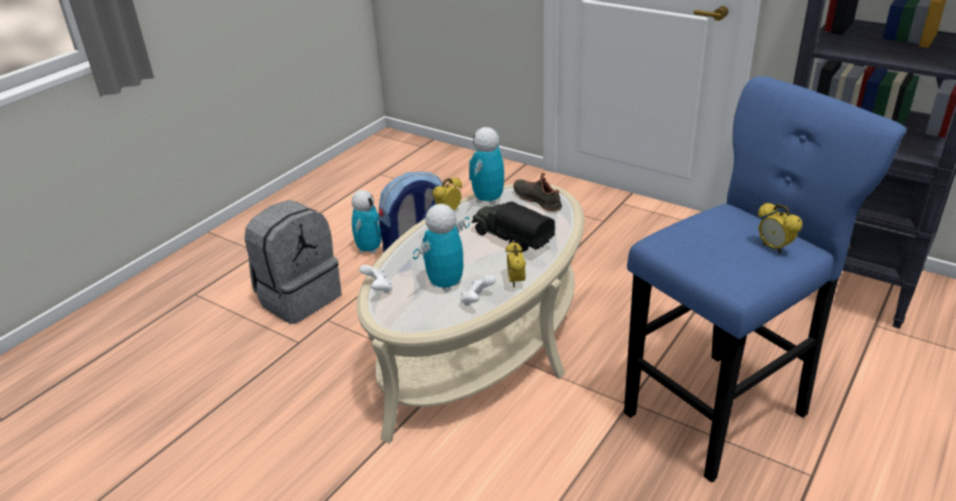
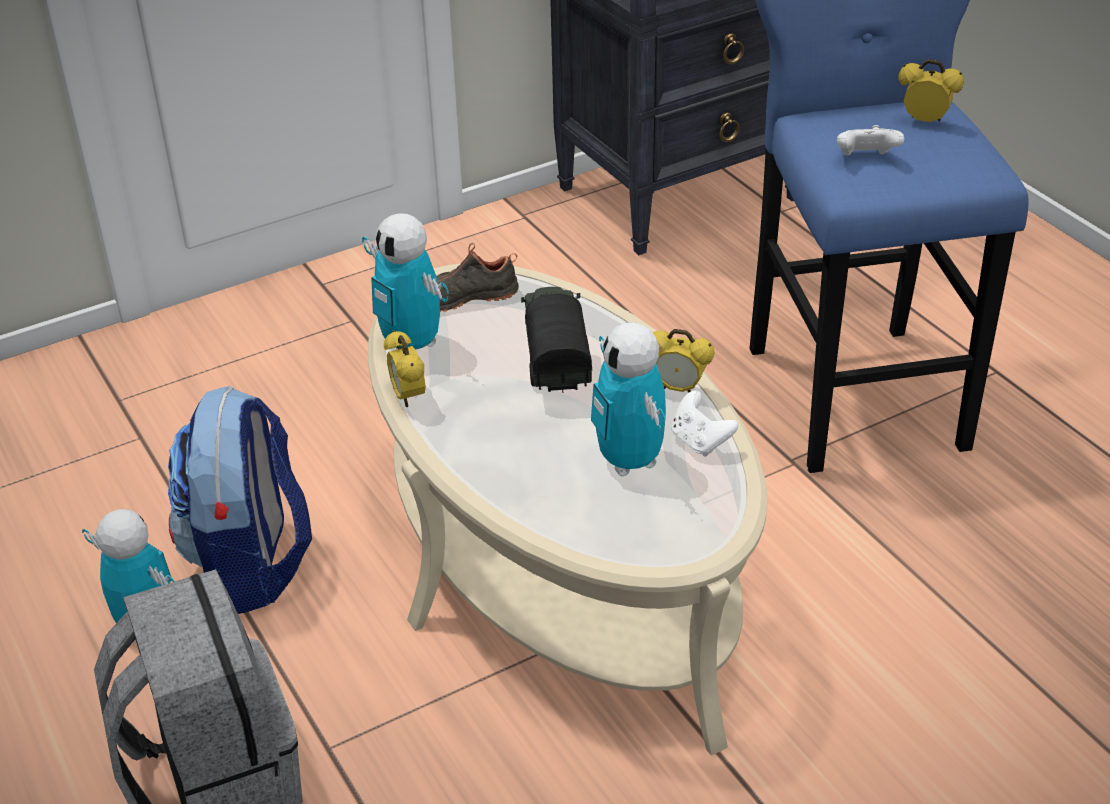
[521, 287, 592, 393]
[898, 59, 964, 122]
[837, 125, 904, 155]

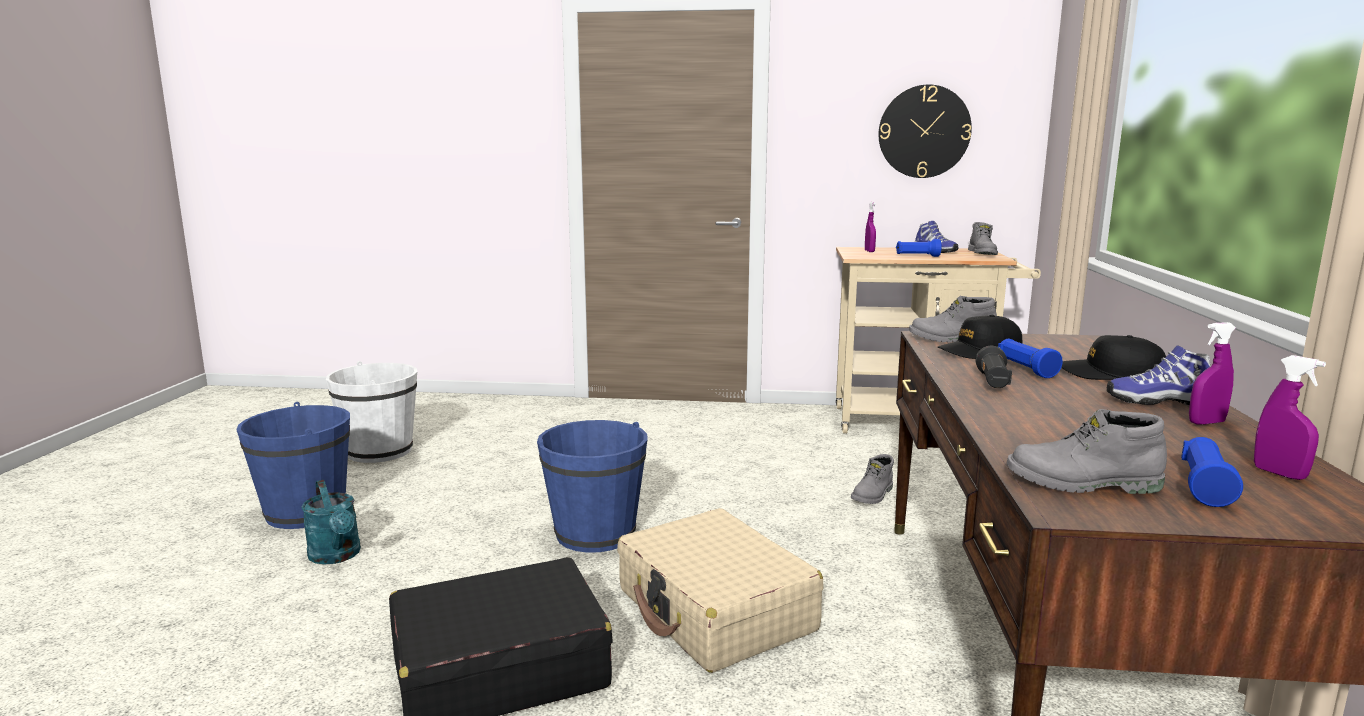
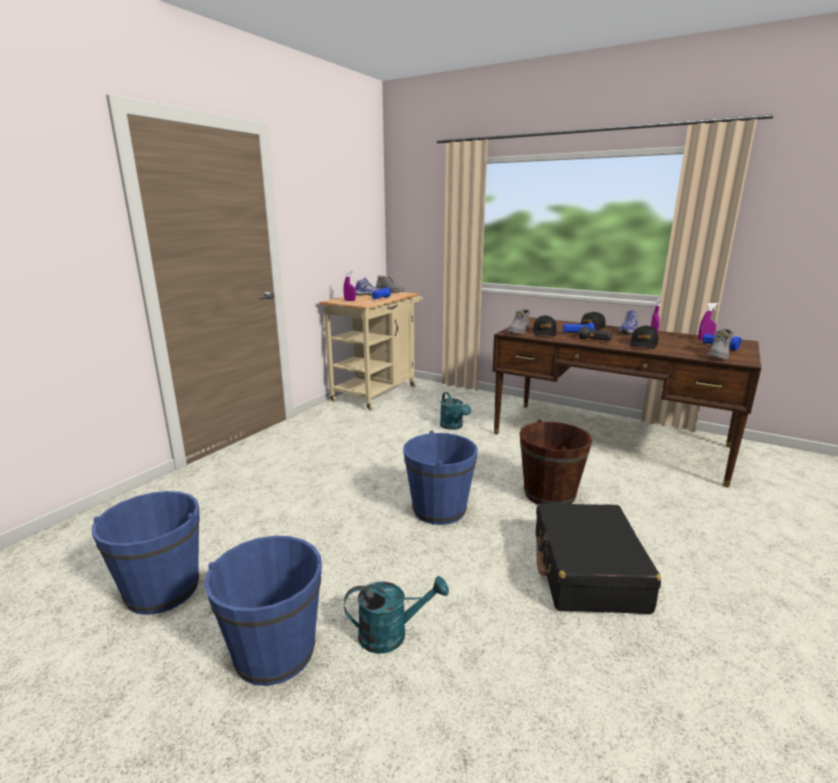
[879, 84, 972, 178] (first image)
[92, 491, 200, 615]
[440, 392, 471, 430]
[520, 419, 592, 504]
[630, 325, 658, 349]

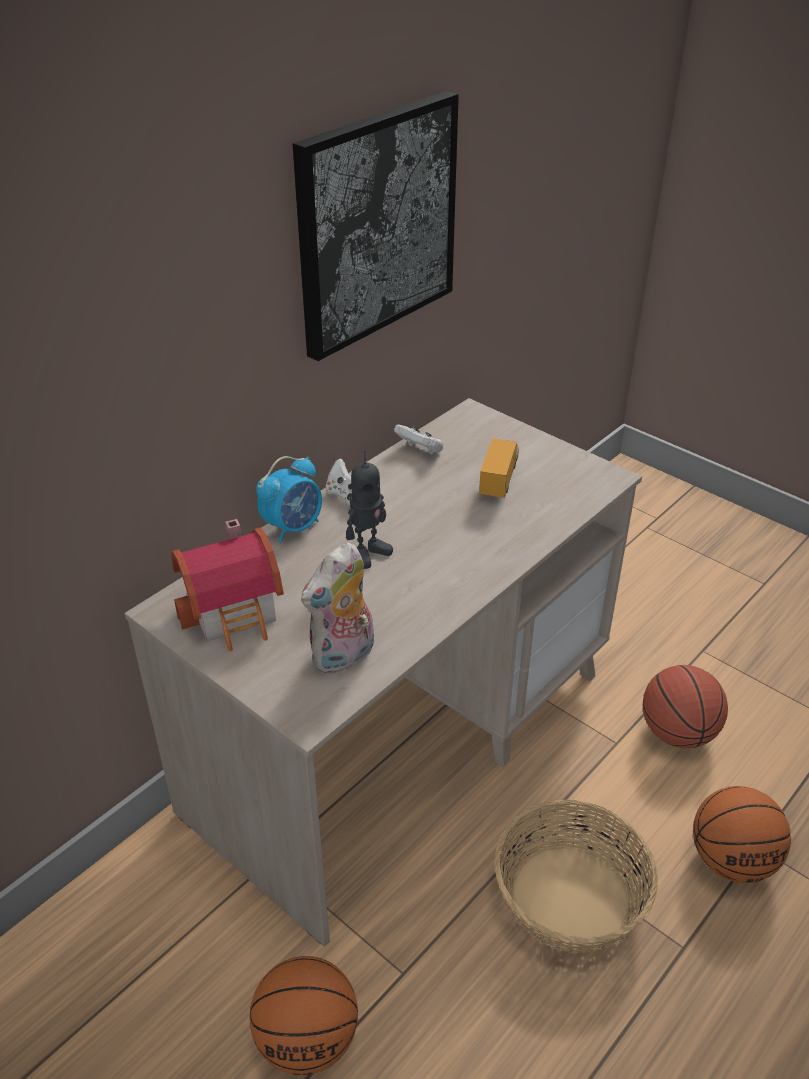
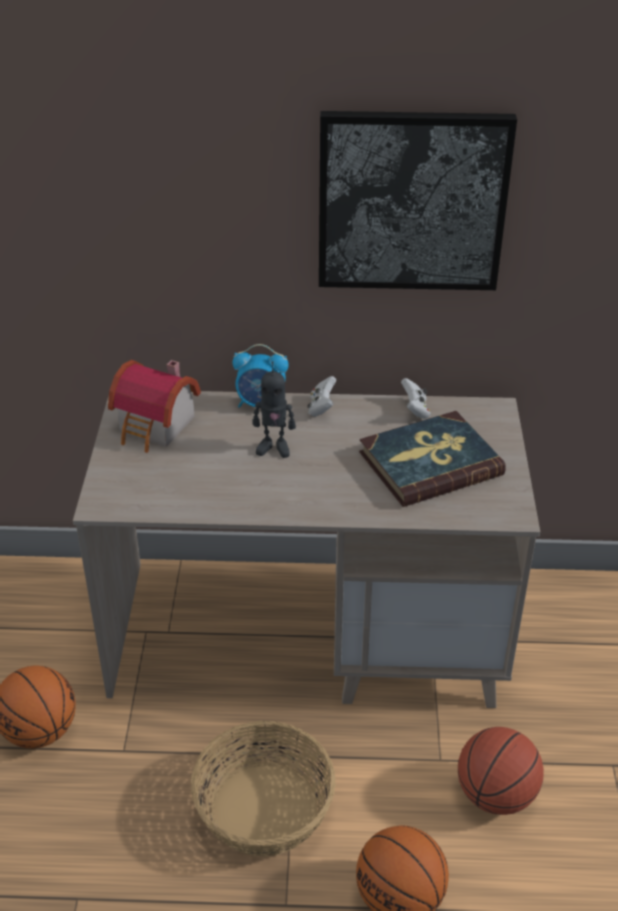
[359, 411, 506, 507]
[301, 543, 374, 674] (first image)

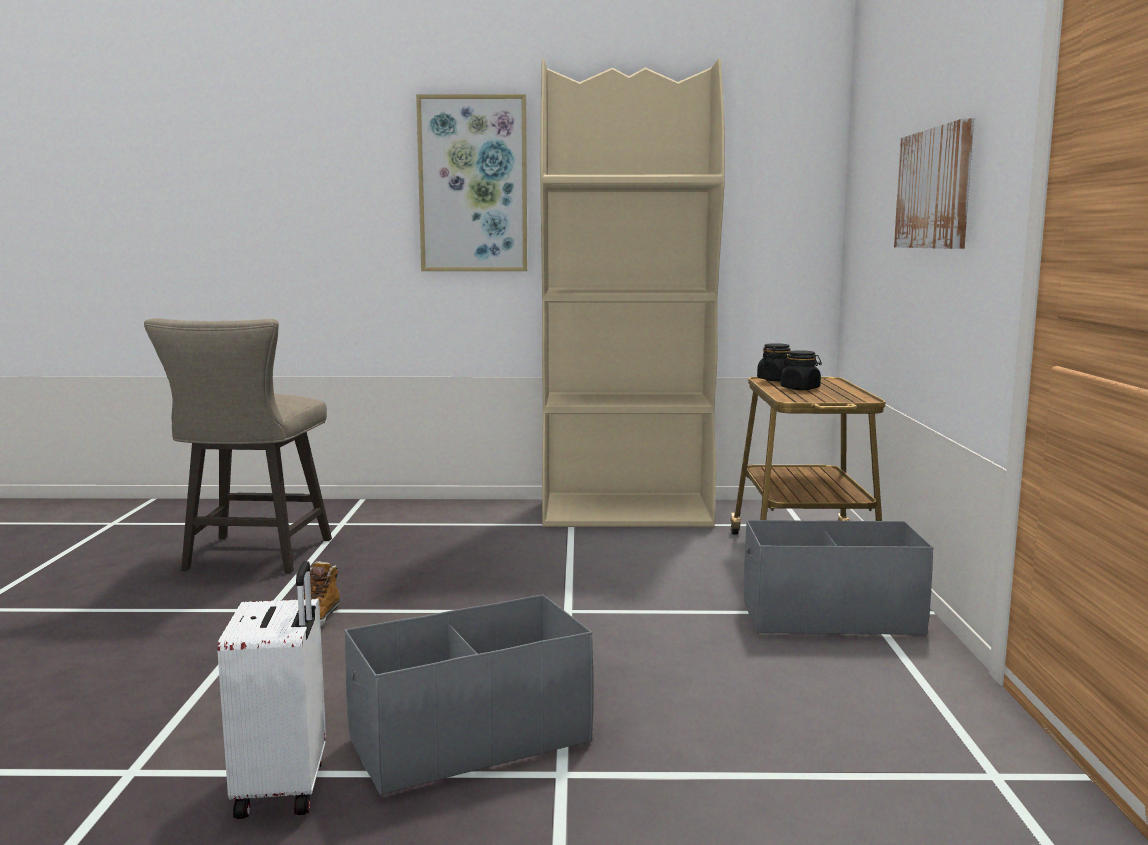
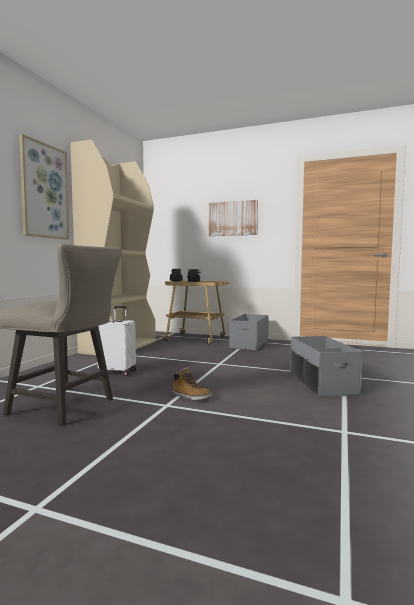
[97, 306, 136, 376]

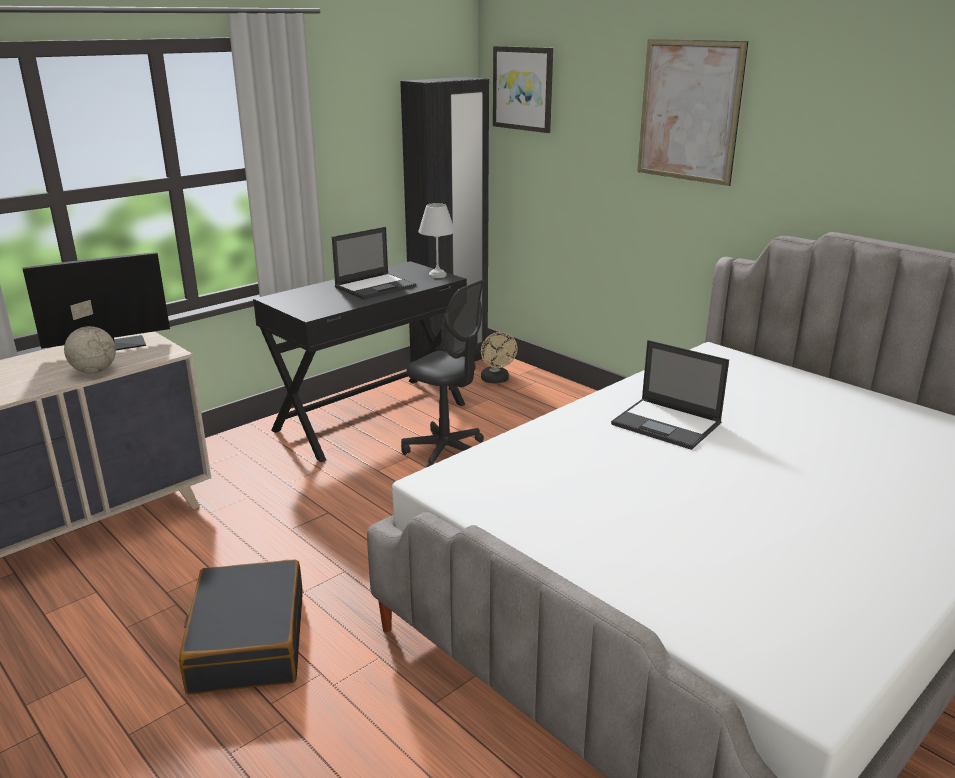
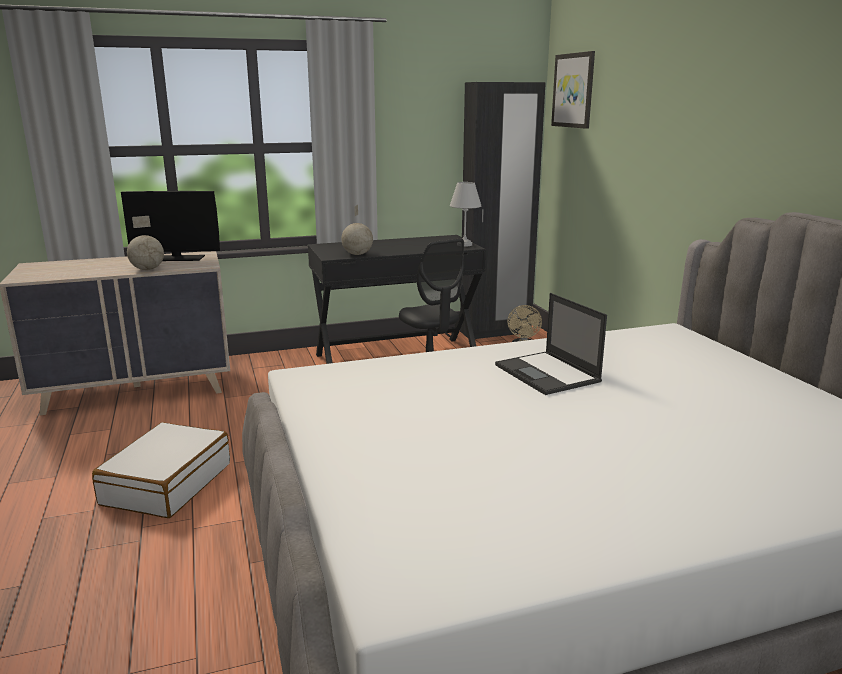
[637, 39, 748, 186] (first image)
[332, 227, 417, 299] (first image)
[92, 422, 230, 518]
[341, 205, 373, 255]

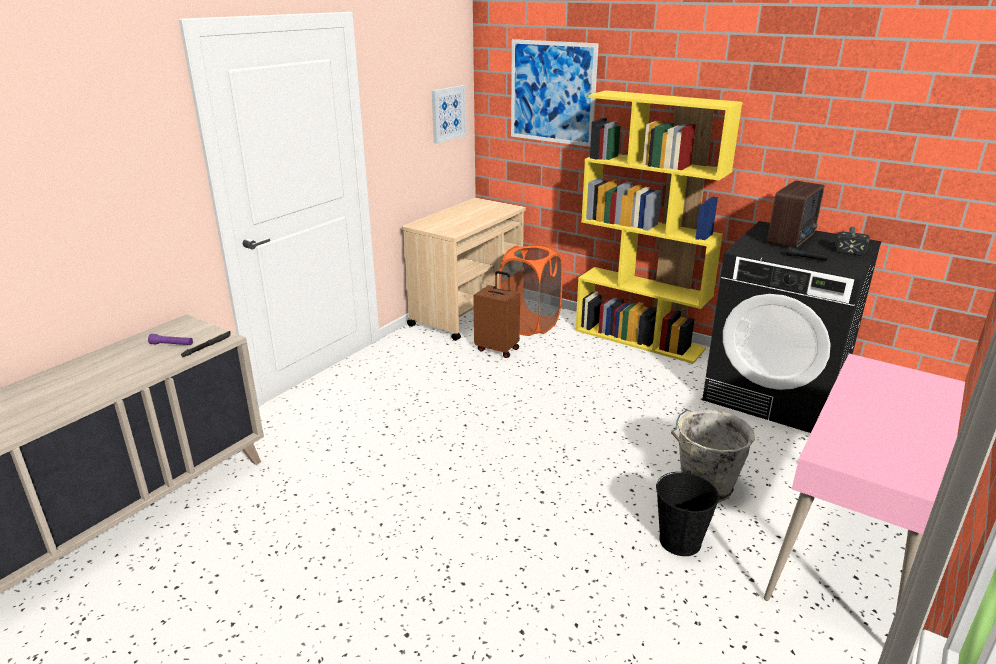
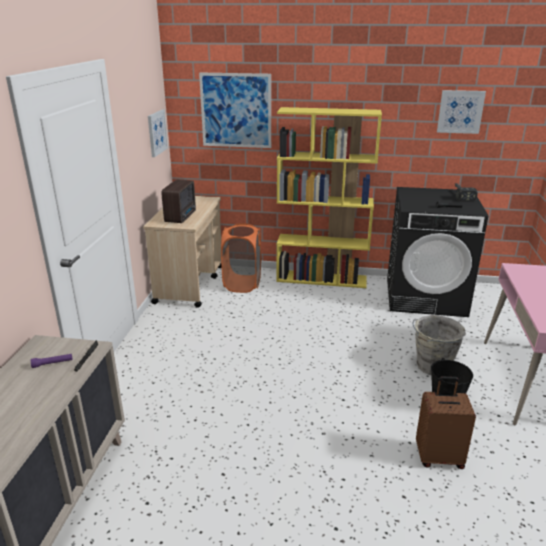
[161, 179, 196, 223]
[416, 376, 476, 469]
[437, 90, 486, 134]

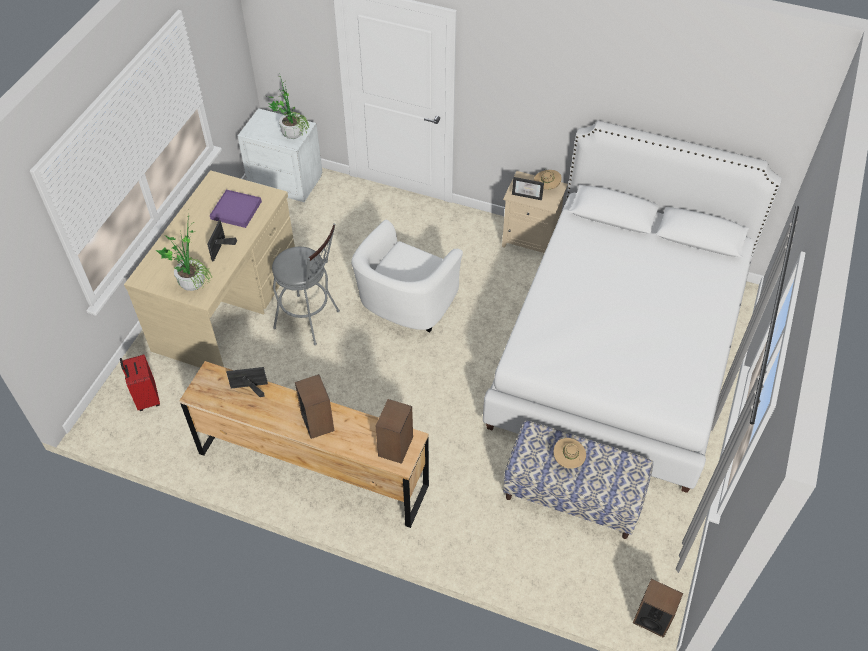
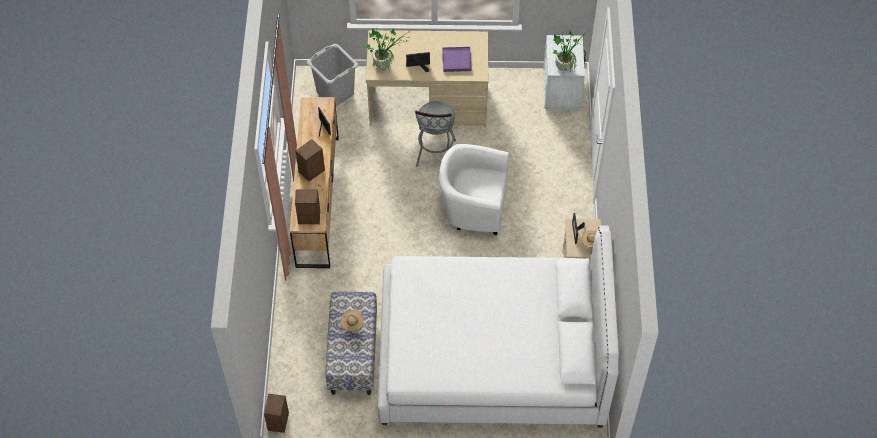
[307, 44, 358, 106]

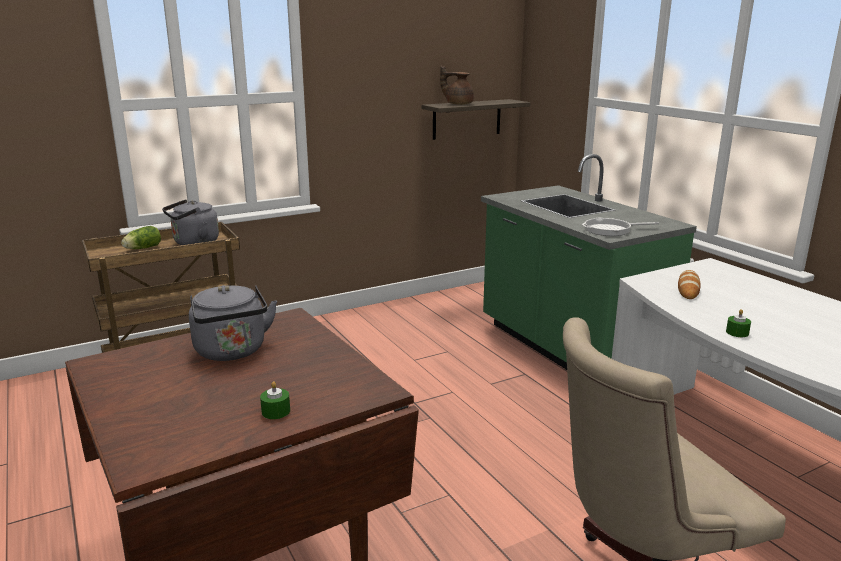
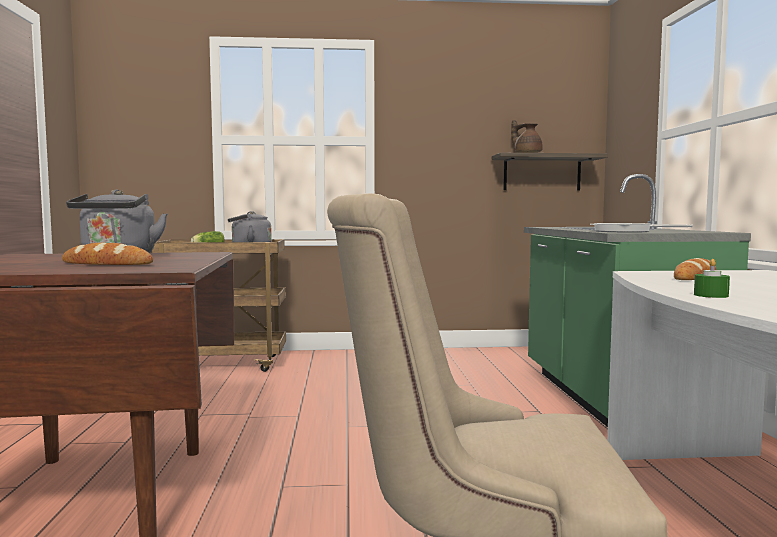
[260, 382, 290, 419] (first image)
[62, 243, 153, 265]

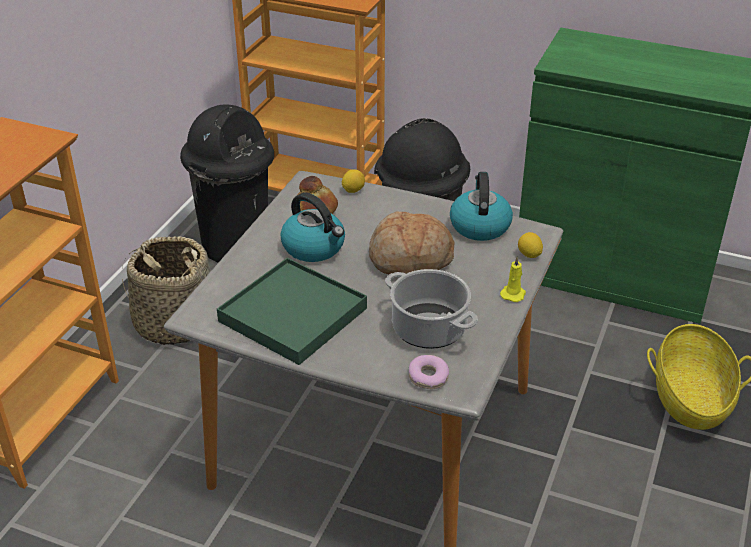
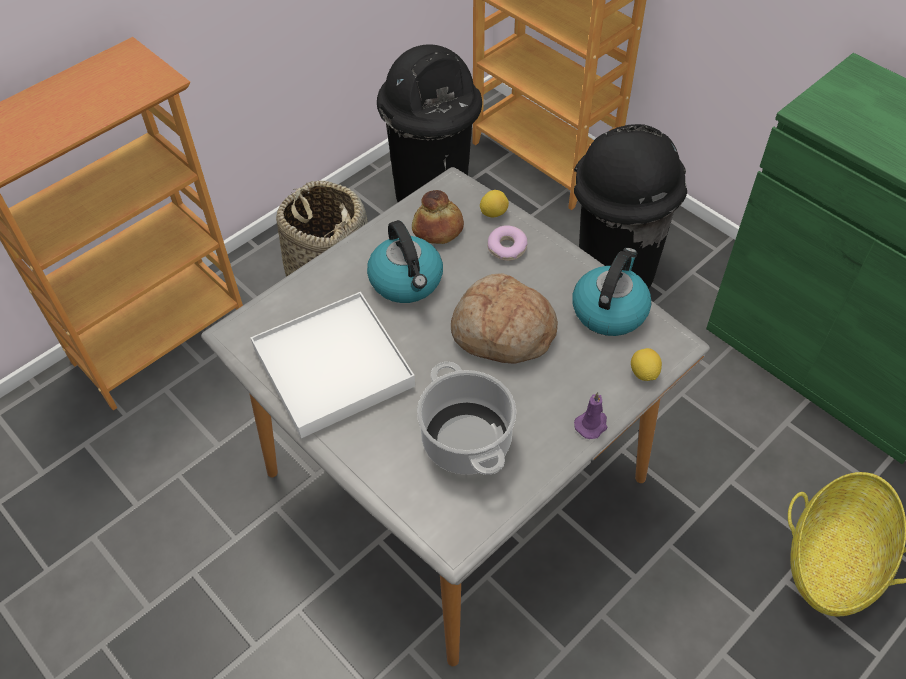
[574, 392, 607, 439]
[251, 292, 415, 438]
[488, 225, 527, 261]

